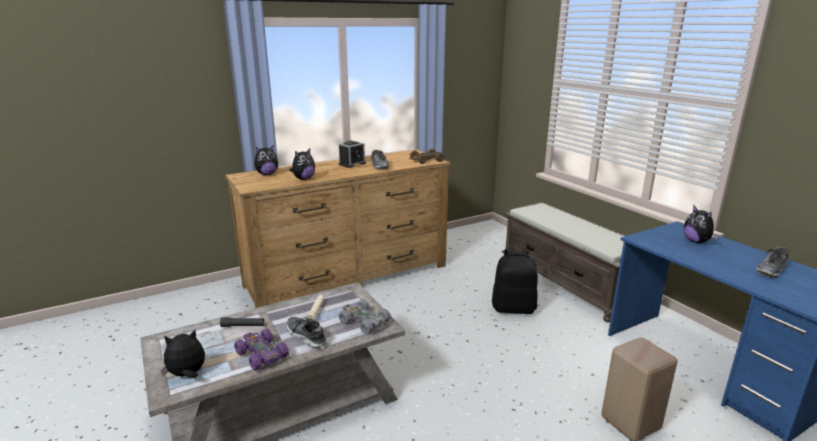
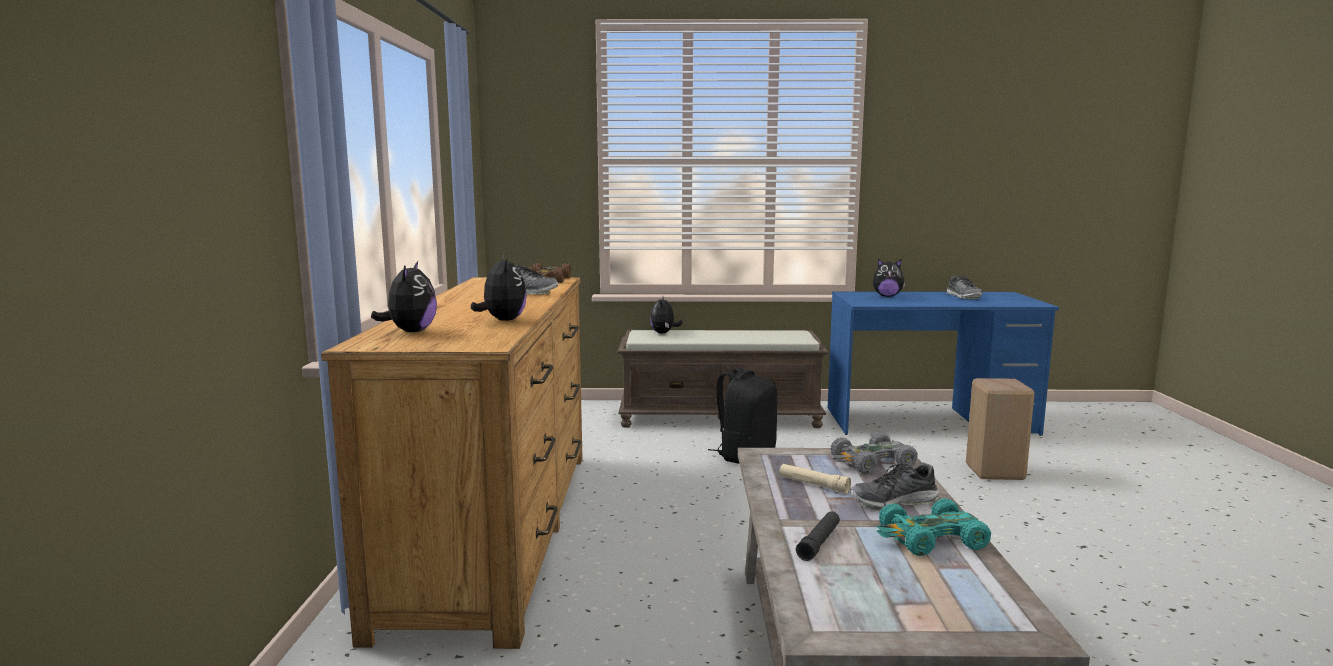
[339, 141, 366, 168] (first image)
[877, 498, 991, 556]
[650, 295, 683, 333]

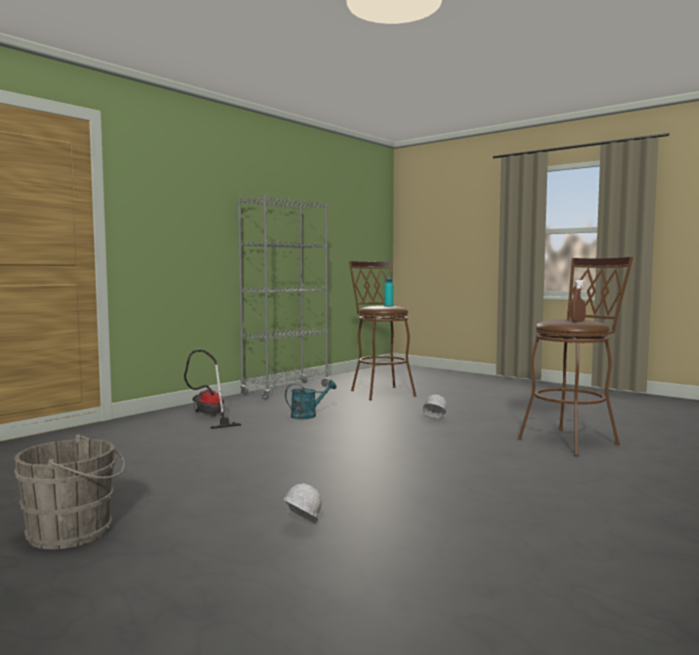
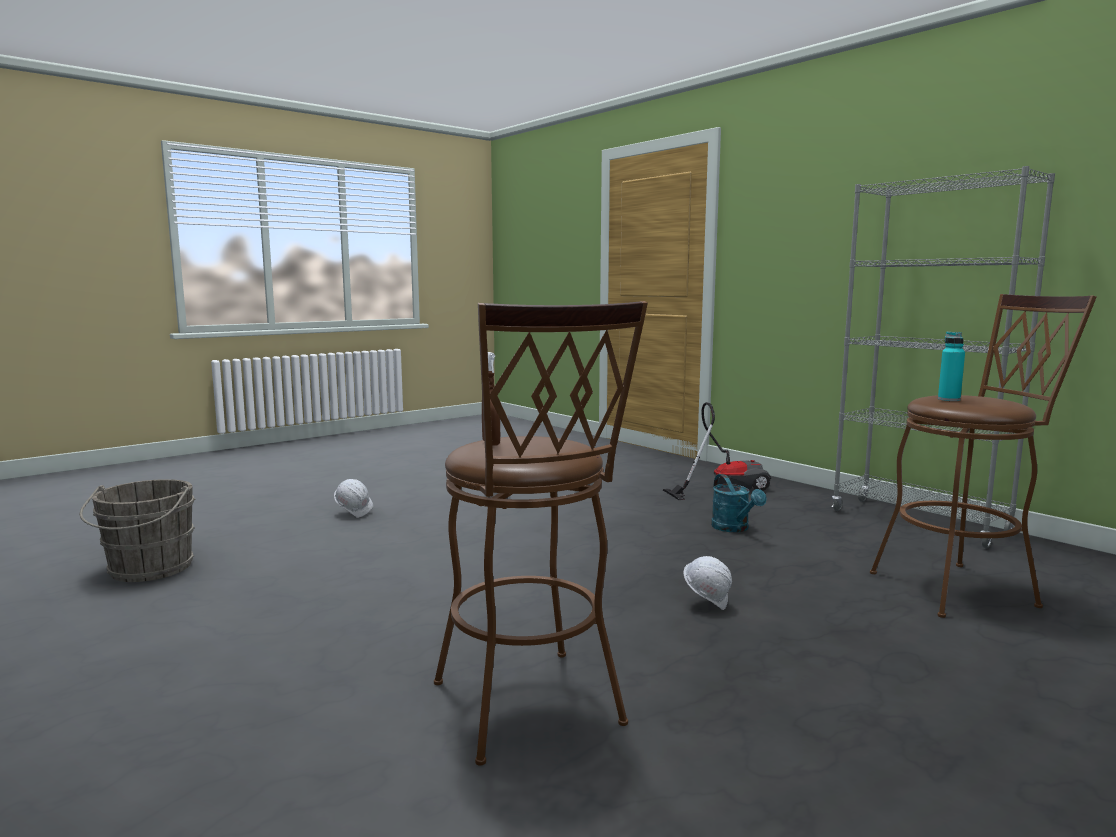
[79, 479, 195, 582]

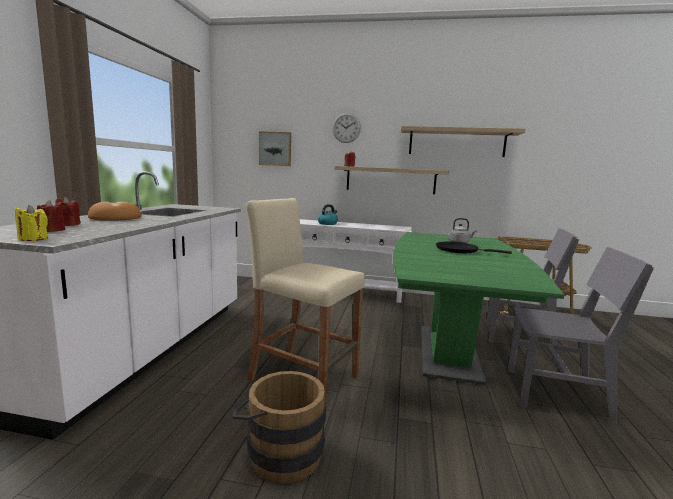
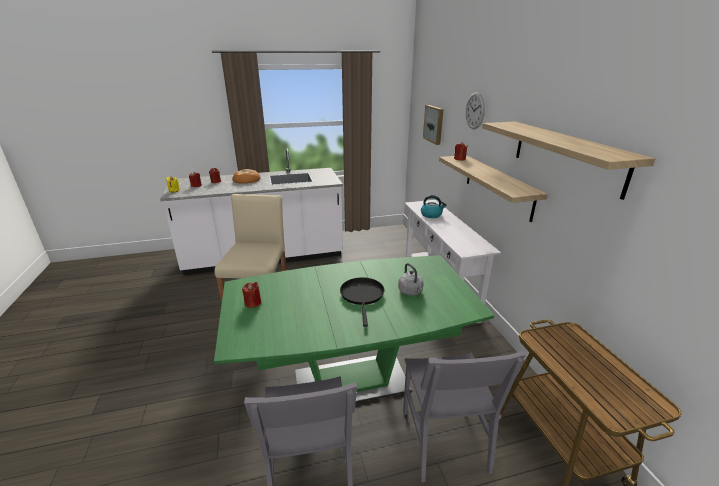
[232, 371, 326, 484] (first image)
[242, 282, 261, 308]

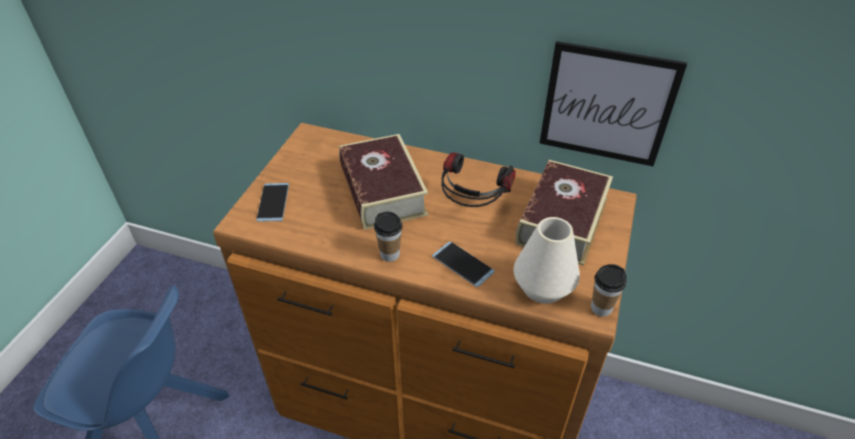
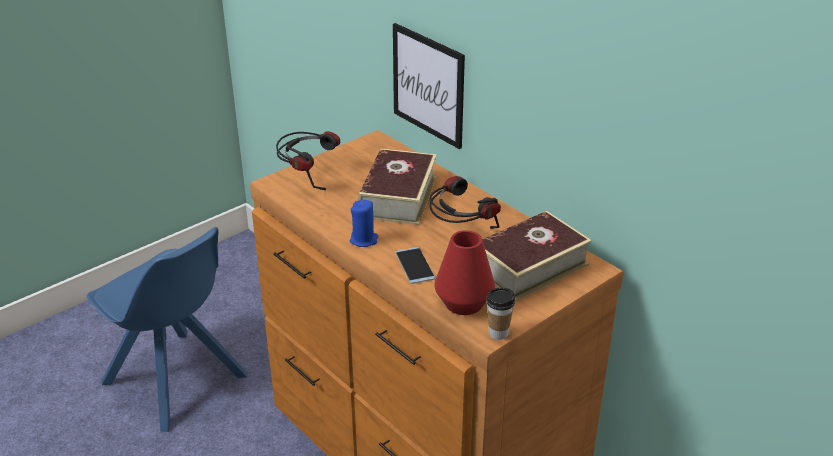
[393, 23, 465, 149]
[276, 132, 340, 190]
[350, 200, 378, 247]
[435, 230, 495, 315]

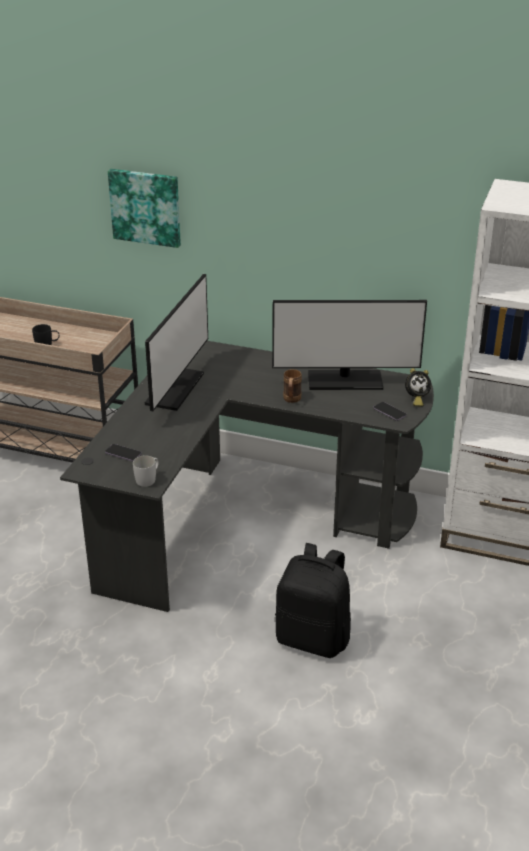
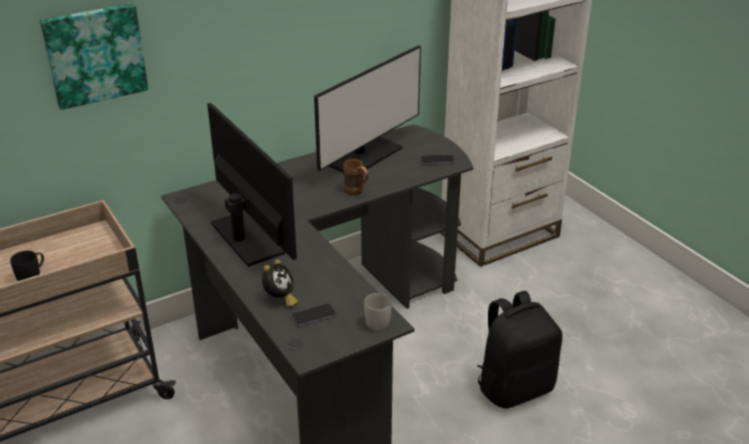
[262, 260, 298, 307]

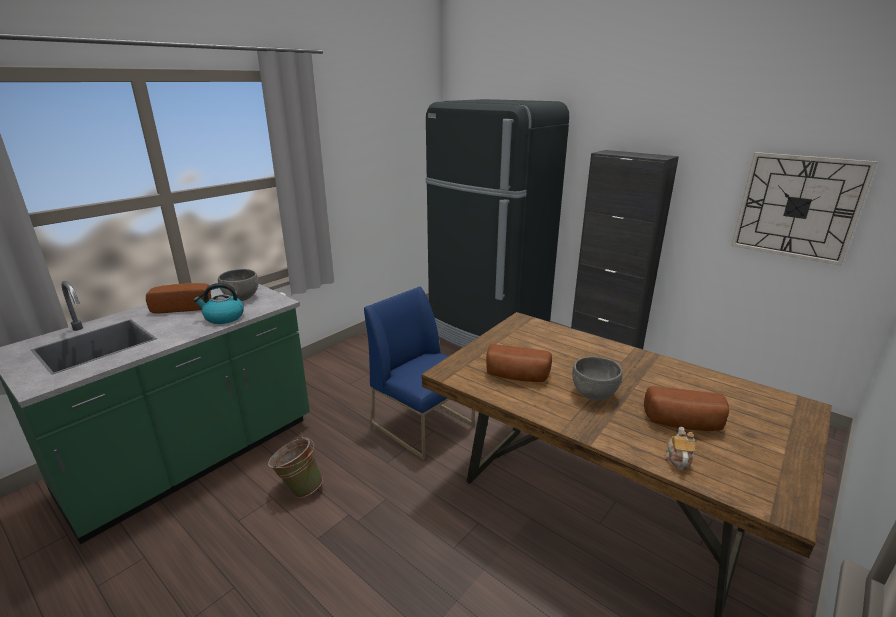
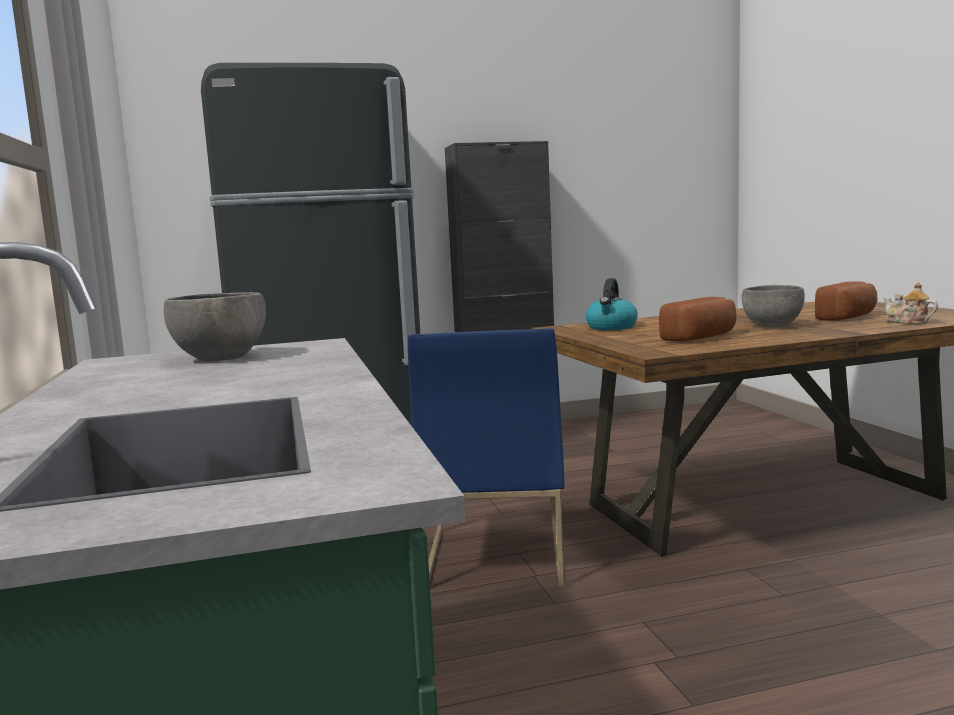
[731, 152, 877, 266] (first image)
[146, 283, 211, 314] (first image)
[585, 278, 638, 330]
[408, 328, 564, 587]
[268, 435, 323, 498] (first image)

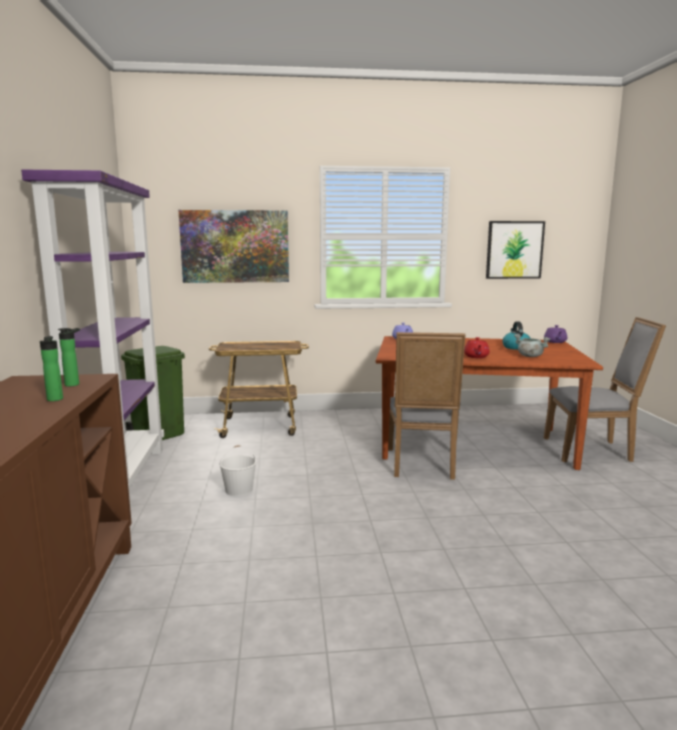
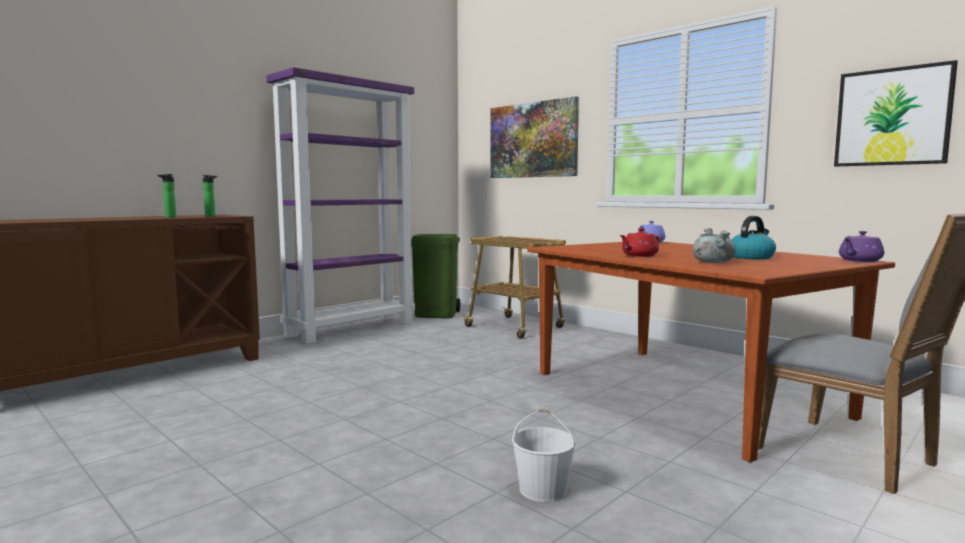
[388, 332, 465, 480] (first image)
[512, 409, 576, 502]

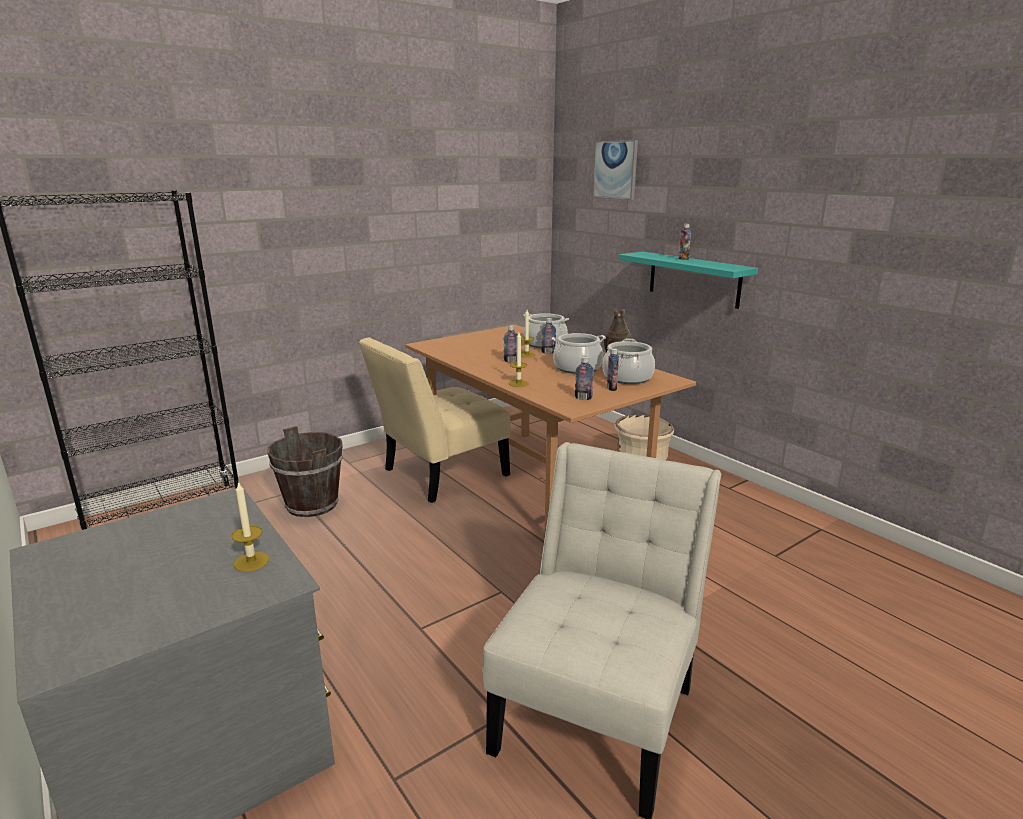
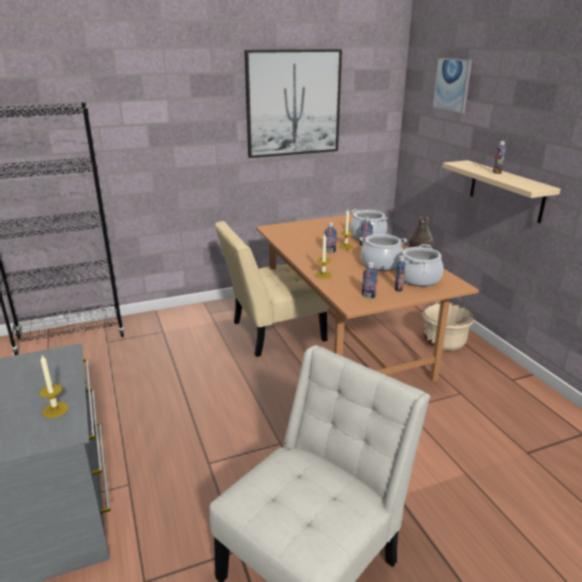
[442, 160, 561, 223]
[267, 426, 343, 517] (first image)
[245, 49, 342, 158]

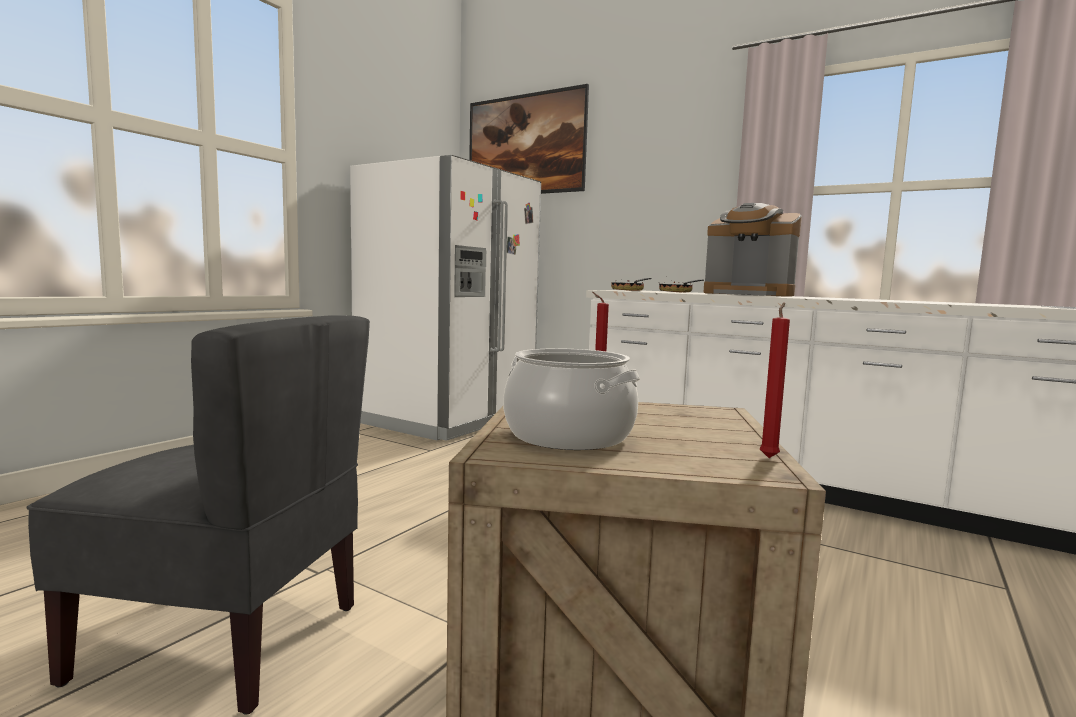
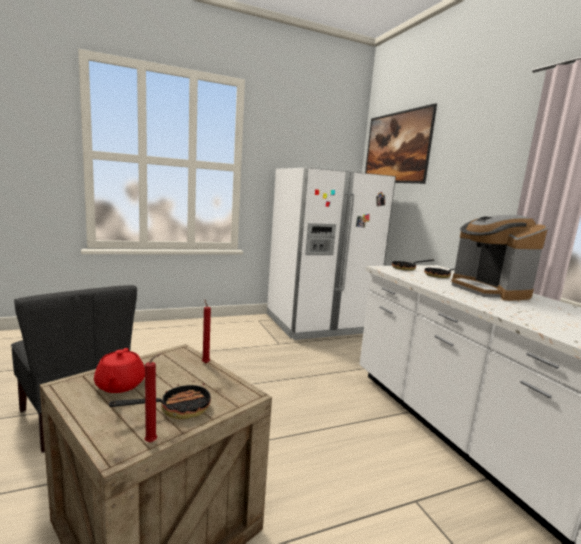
[94, 348, 145, 393]
[109, 378, 211, 419]

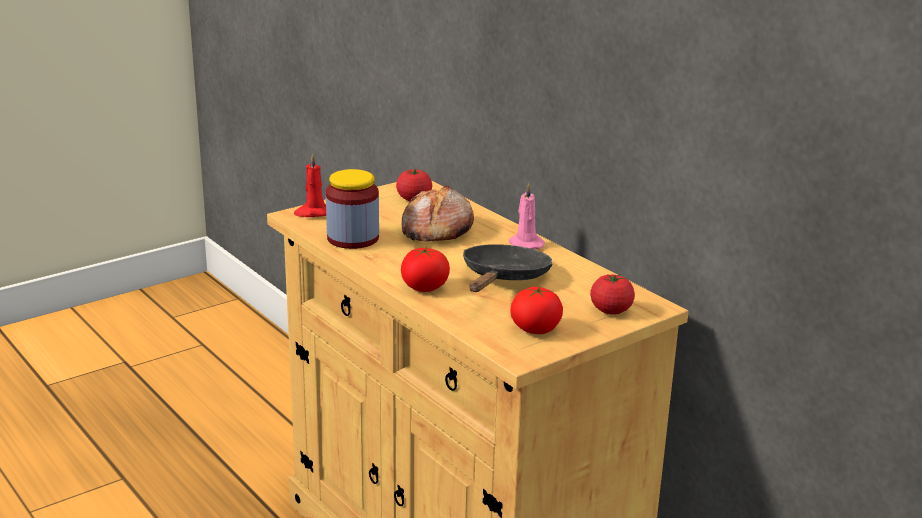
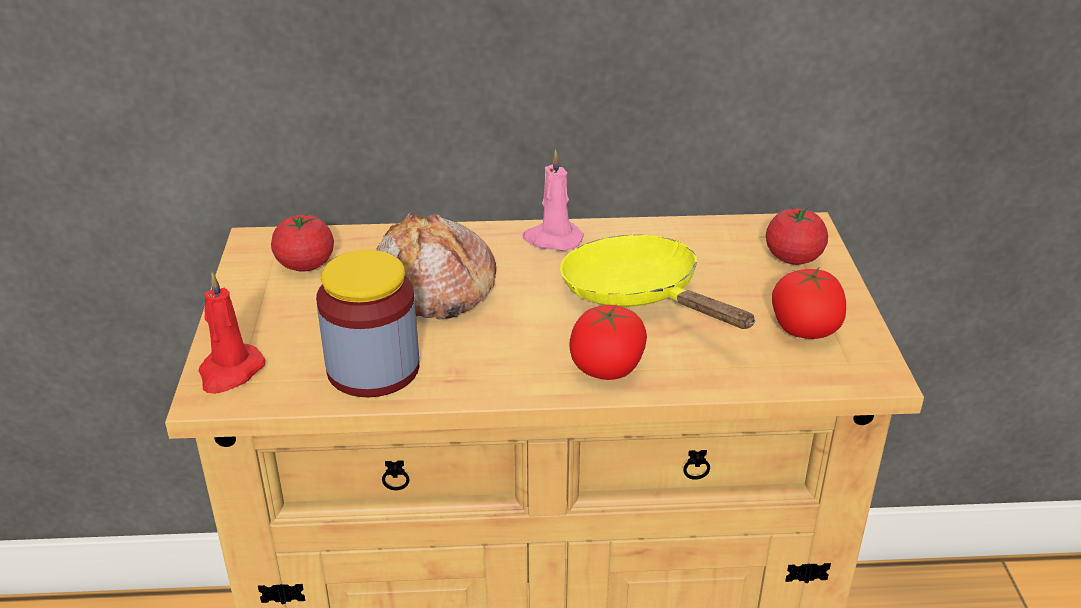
[560, 235, 755, 329]

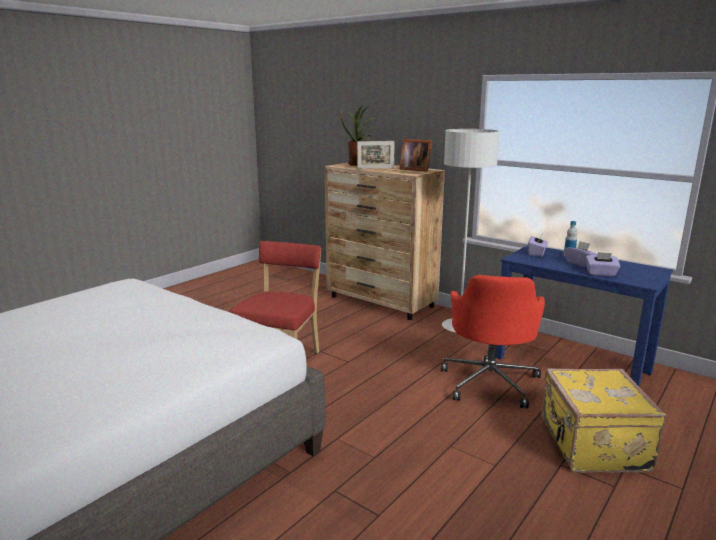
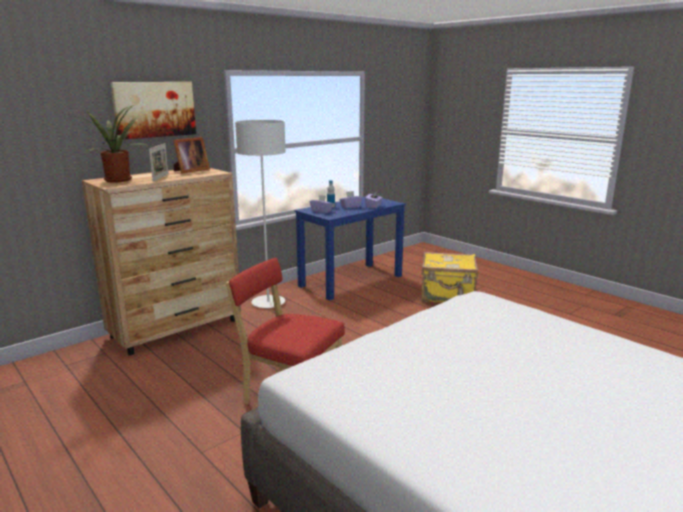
[441, 275, 545, 409] (first image)
[111, 82, 196, 139]

